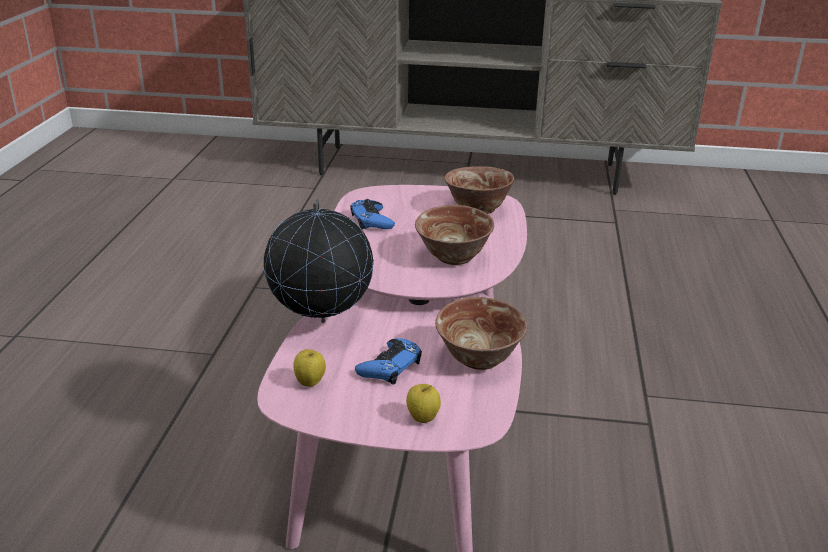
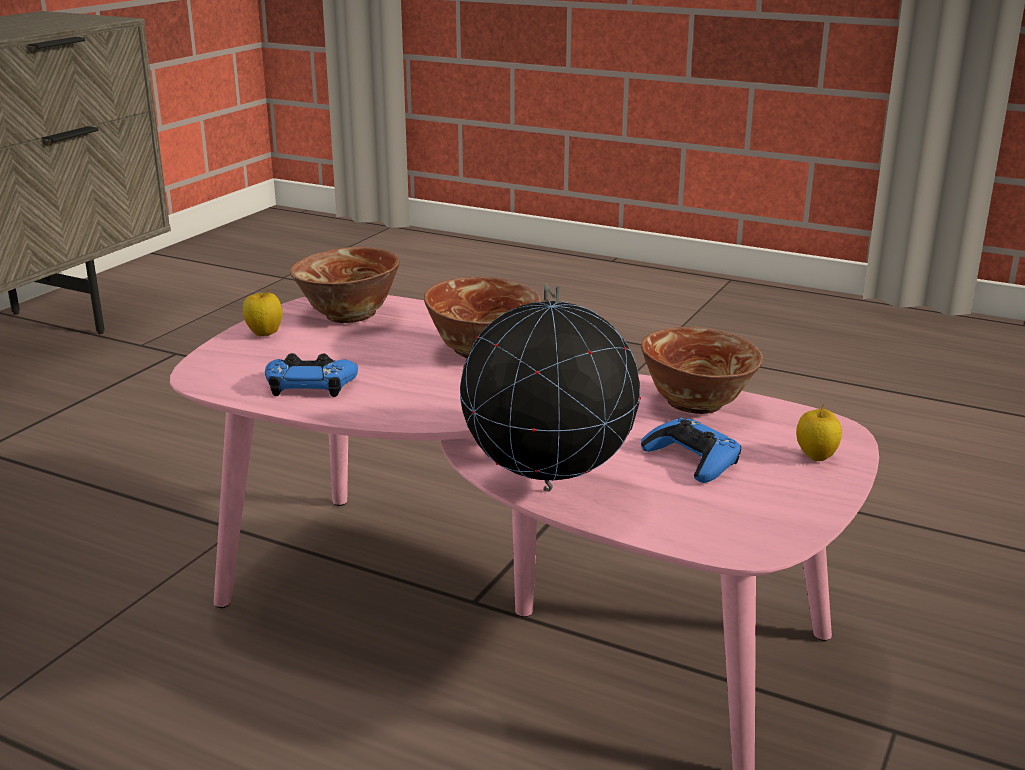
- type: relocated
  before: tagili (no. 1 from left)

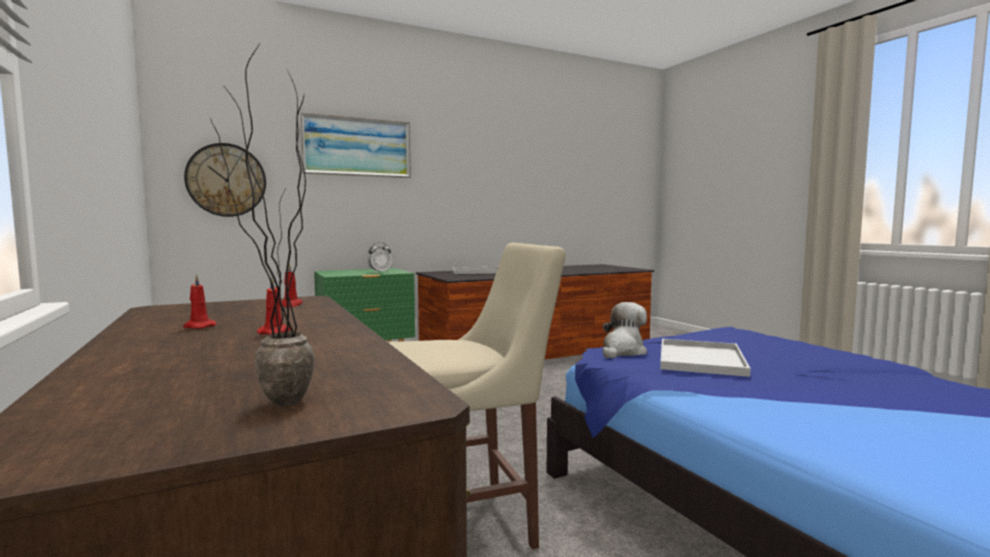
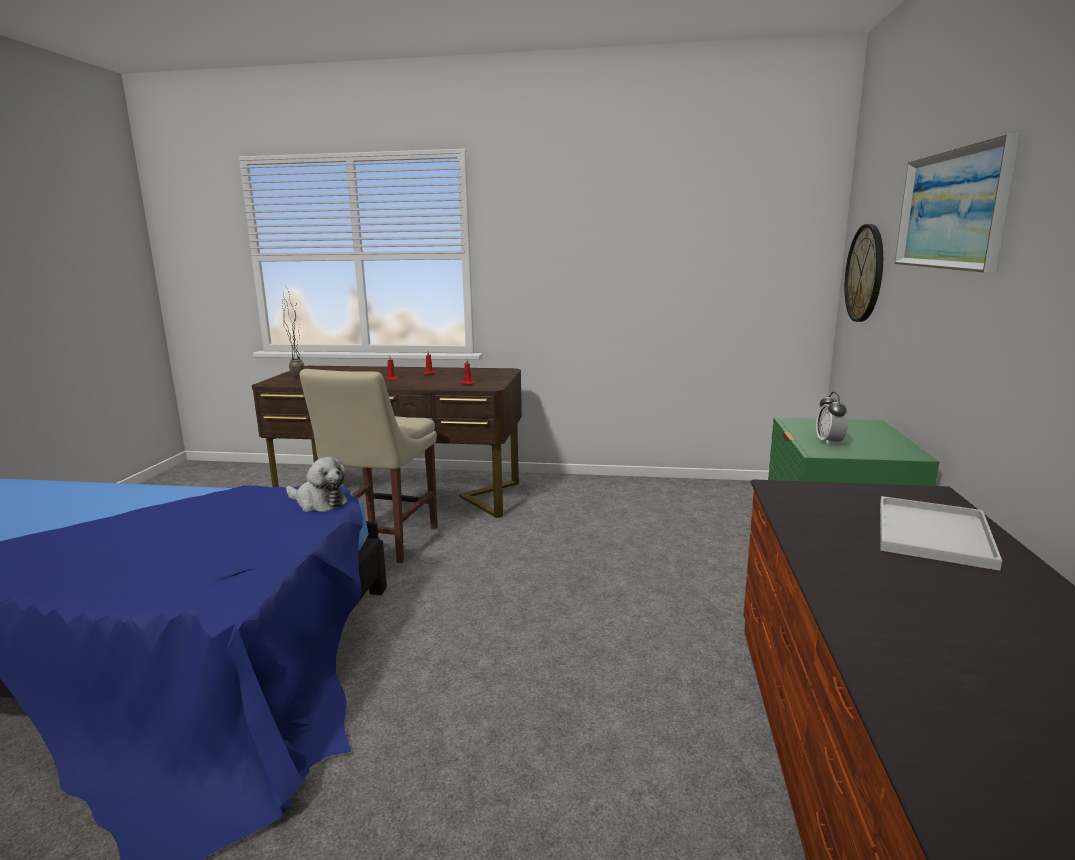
- type: spun
  before: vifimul
  turn: -45
- type: missing
  before: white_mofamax (no. 2 from left)

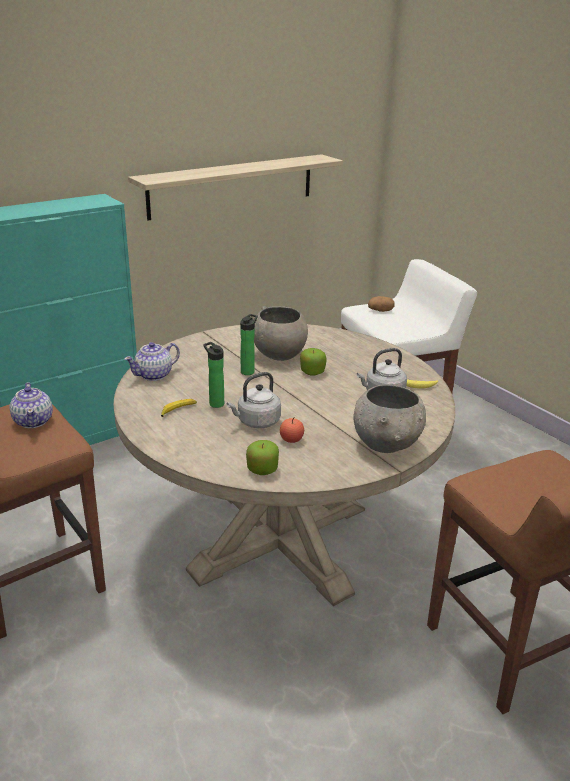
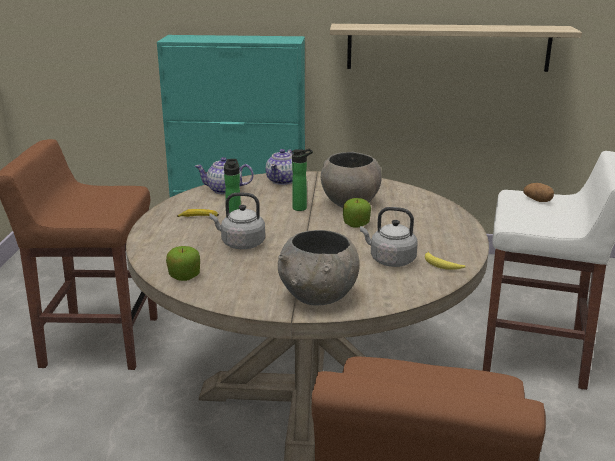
- type: relocated
  before: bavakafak (no. 1 from left in the first image)
  after: bavakafak (no. 2 from left)
- type: missing
  before: tagili (no. 2 from left)

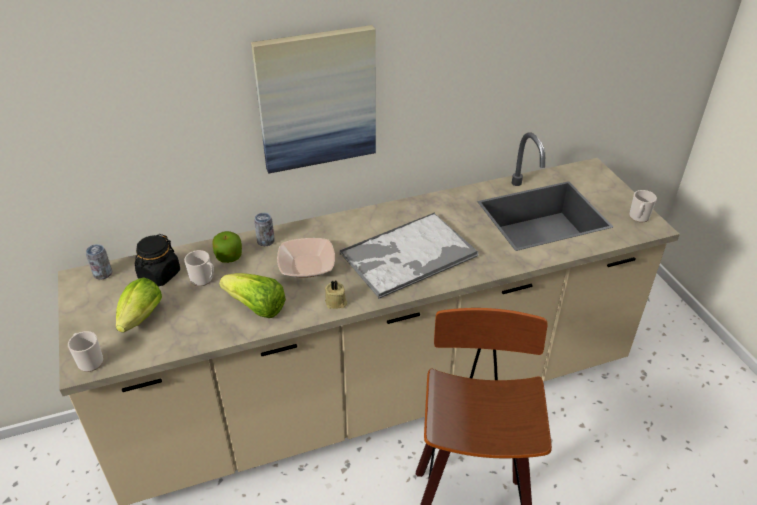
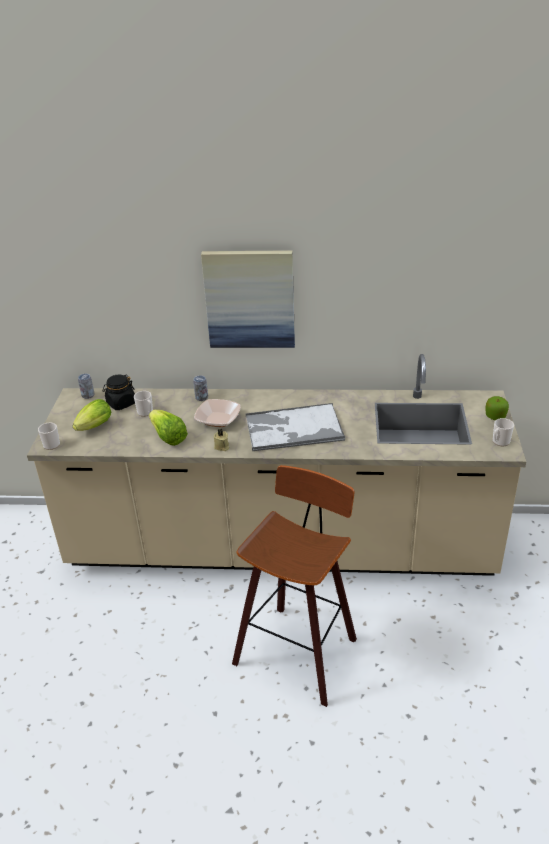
- type: relocated
  before: tagili

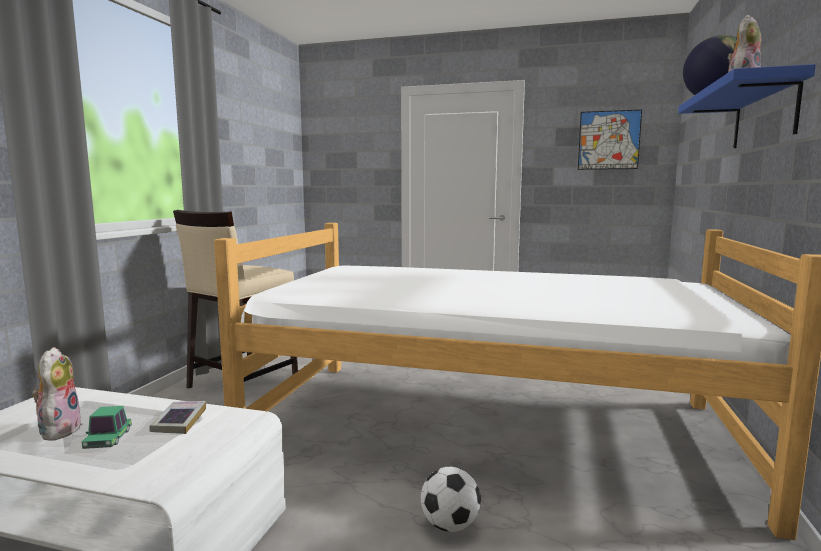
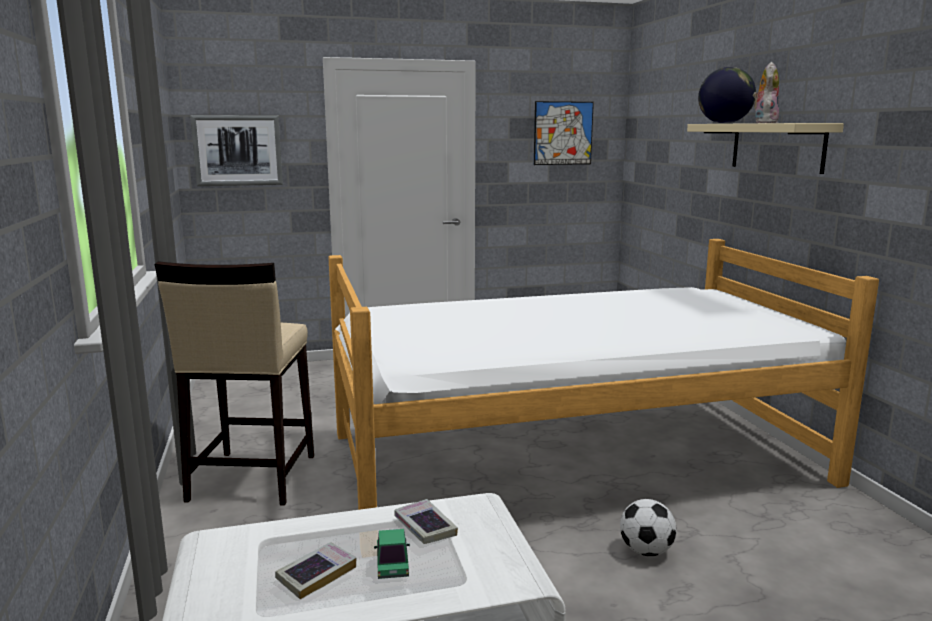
- type: colour
  before: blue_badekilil
  after: beige_badekilil
- type: exchanged
  before: vifimul (no. 1 from left)
  after: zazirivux (no. 1 from left)
- type: spun
  before: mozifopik
  turn: -150
- type: appeared
  after: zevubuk (no. 1 from left)

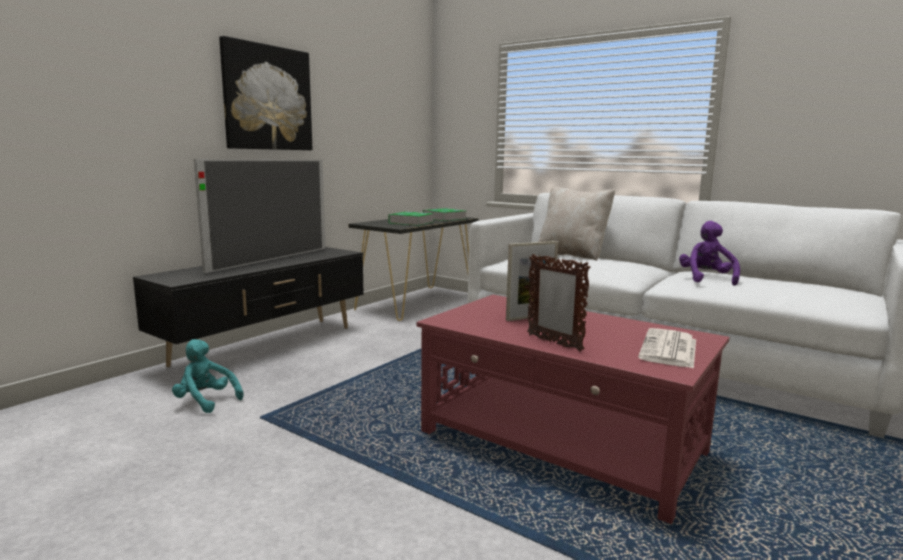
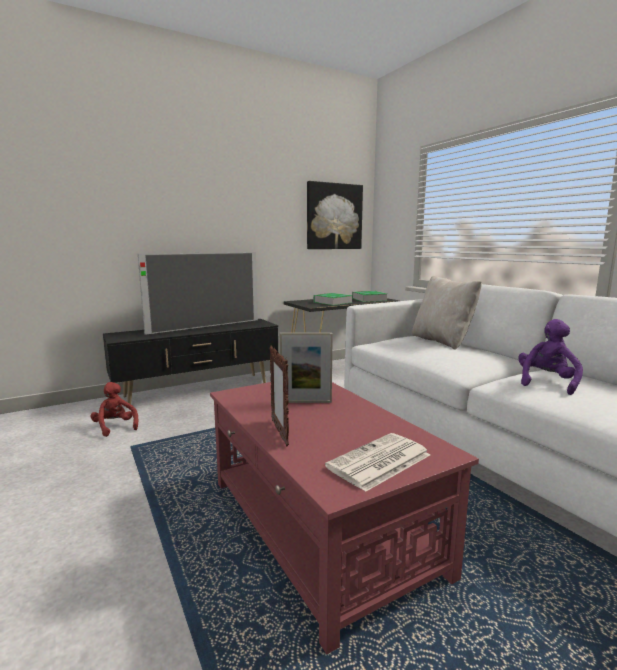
- type: relocated
  before: zevubuk
- type: colour
  before: turquoise_vifimul
  after: red_vifimul

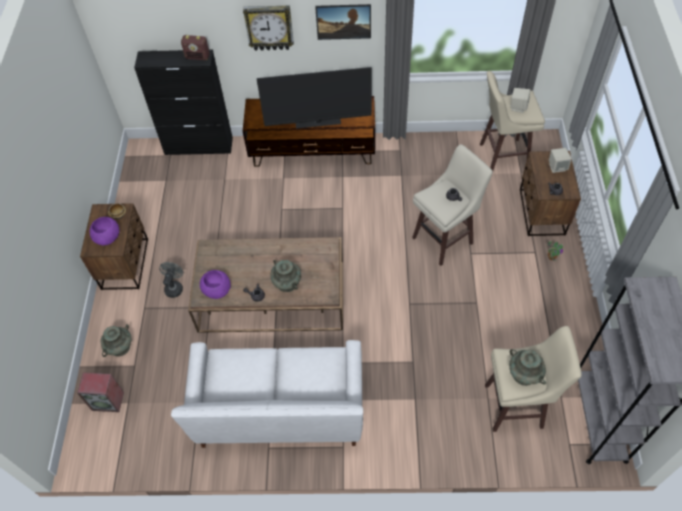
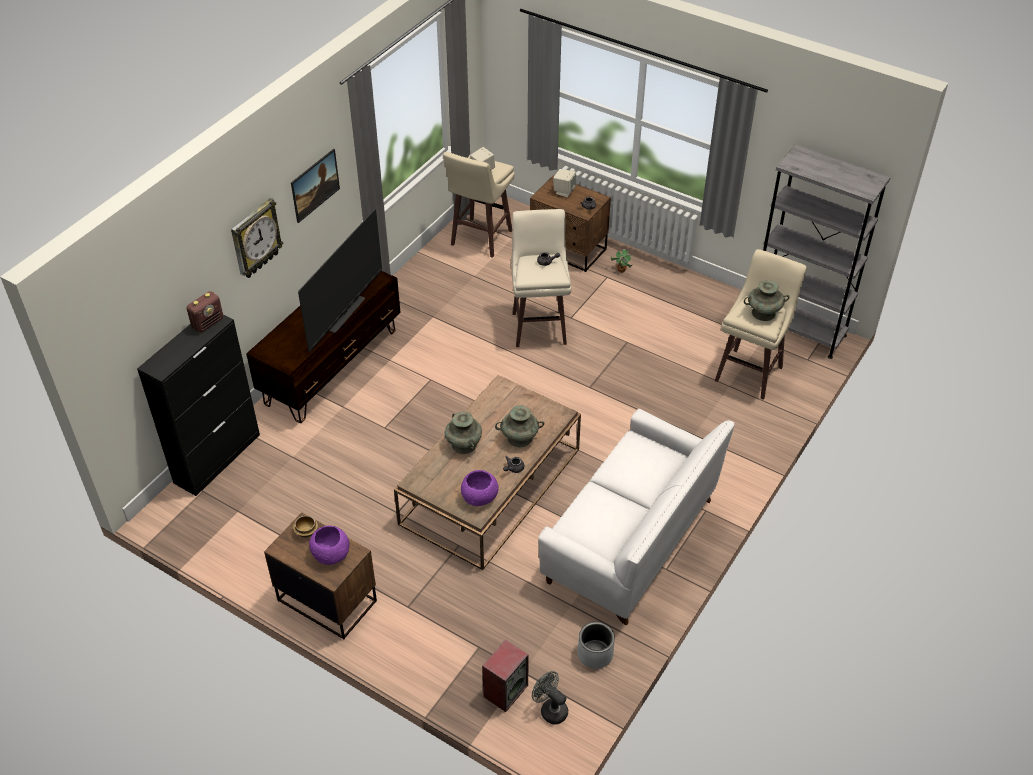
- type: relocated
  before: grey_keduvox
- type: relocated
  before: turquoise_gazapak (no. 1 from left)
- type: appeared
  after: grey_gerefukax

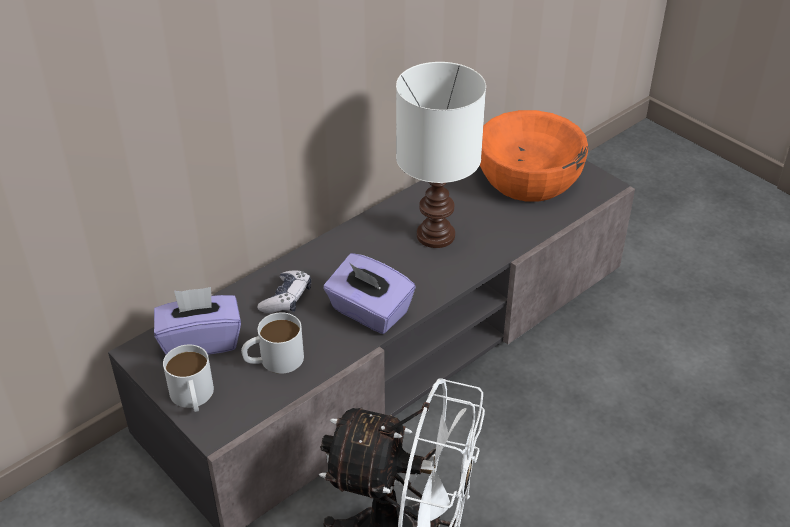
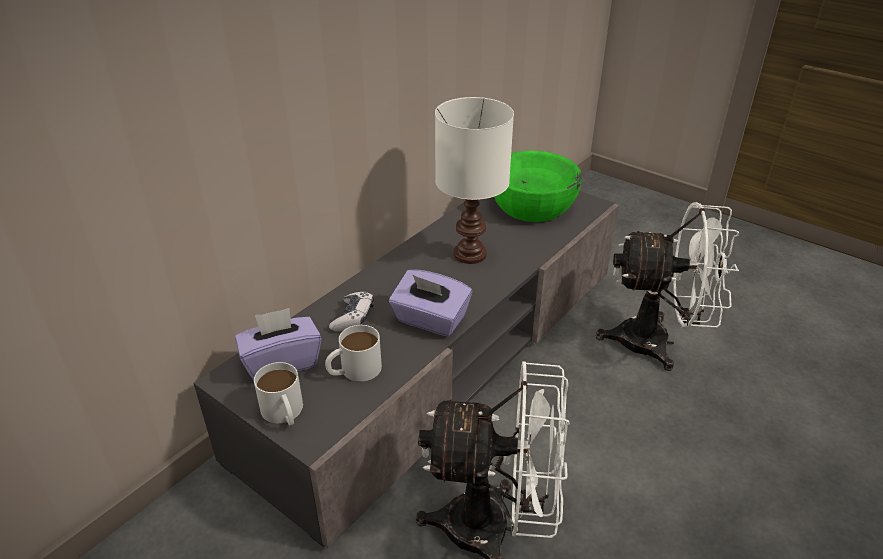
- type: colour
  before: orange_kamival
  after: green_kamival
- type: appeared
  after: white_keduvox (no. 2 from left)

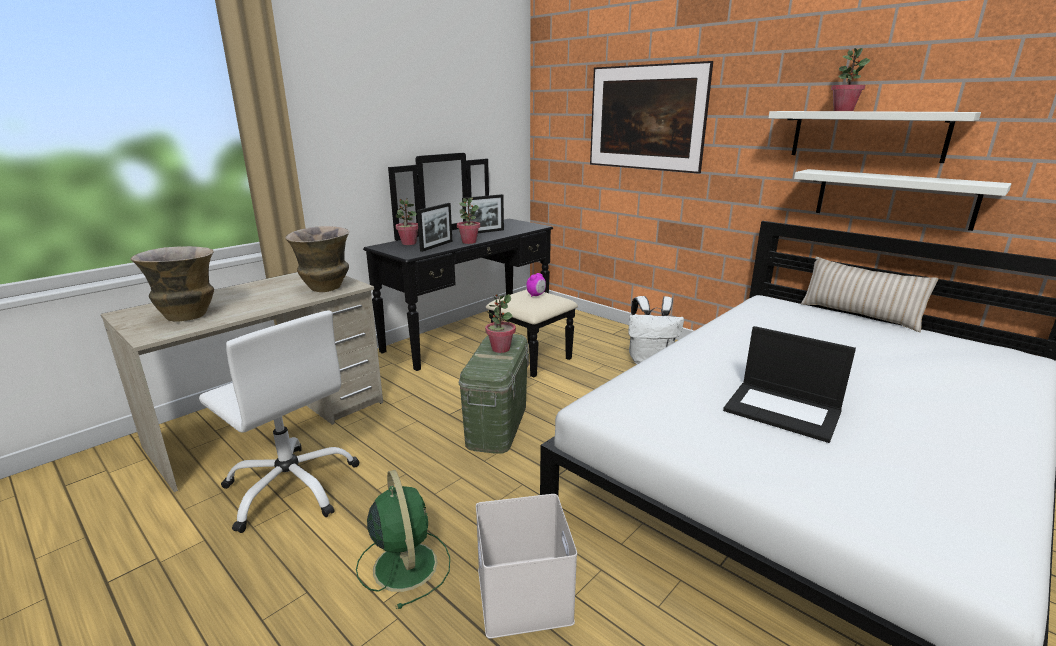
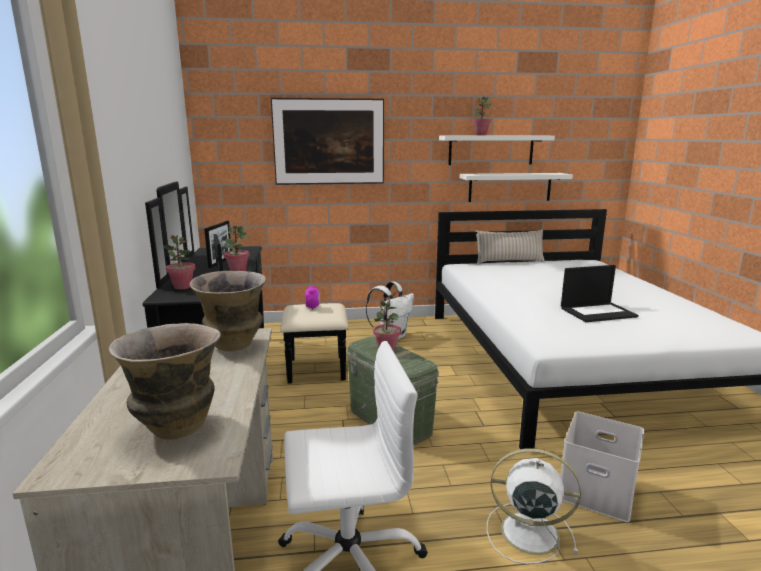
- type: colour
  before: green_keduvox
  after: white_keduvox

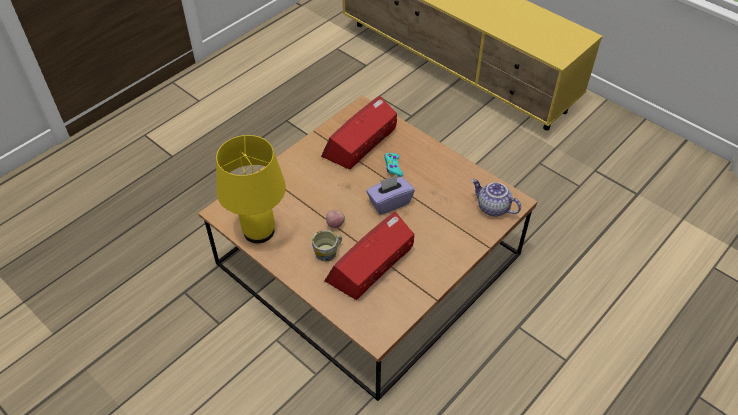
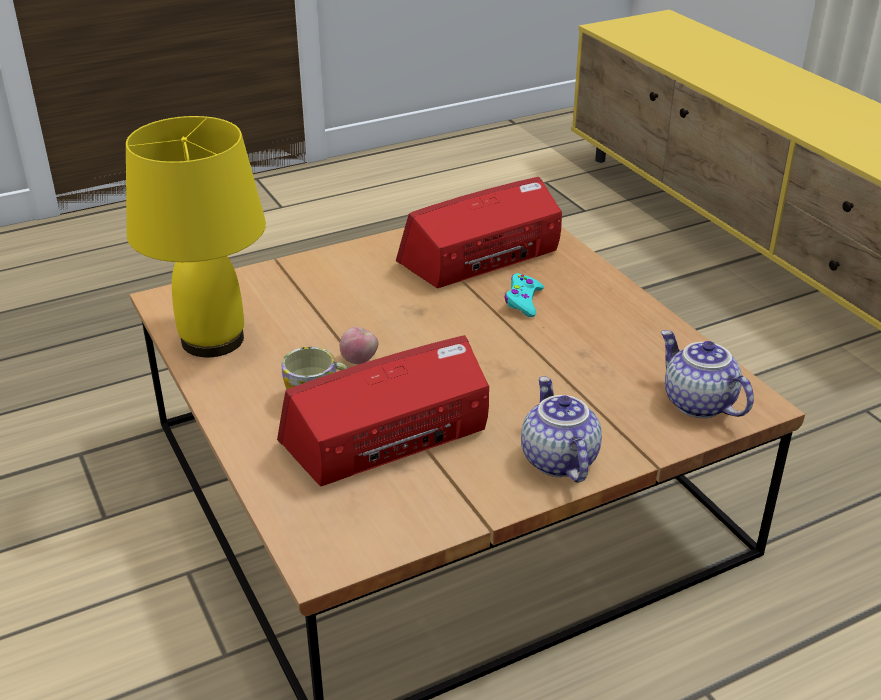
- type: missing
  before: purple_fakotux
- type: appeared
  after: bavakafak (no. 1 from left)

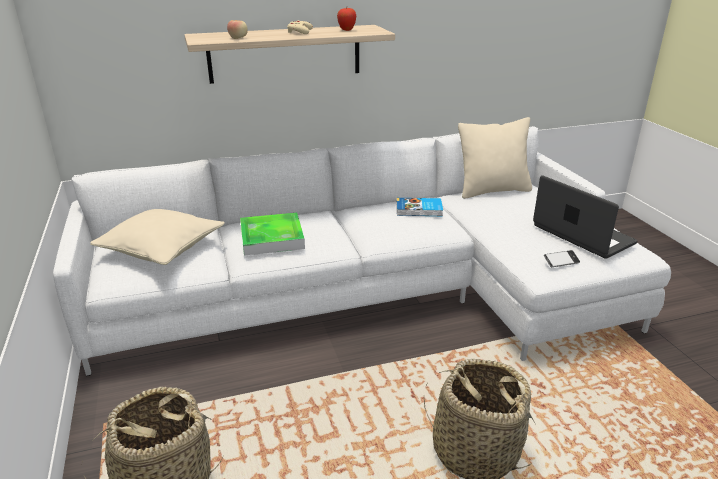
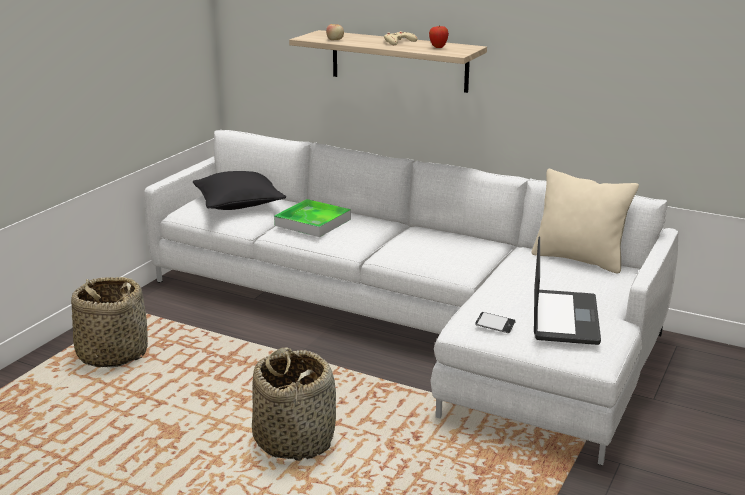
- type: missing
  before: zazirivux
- type: colour
  before: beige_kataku (no. 1 from left)
  after: black_kataku

